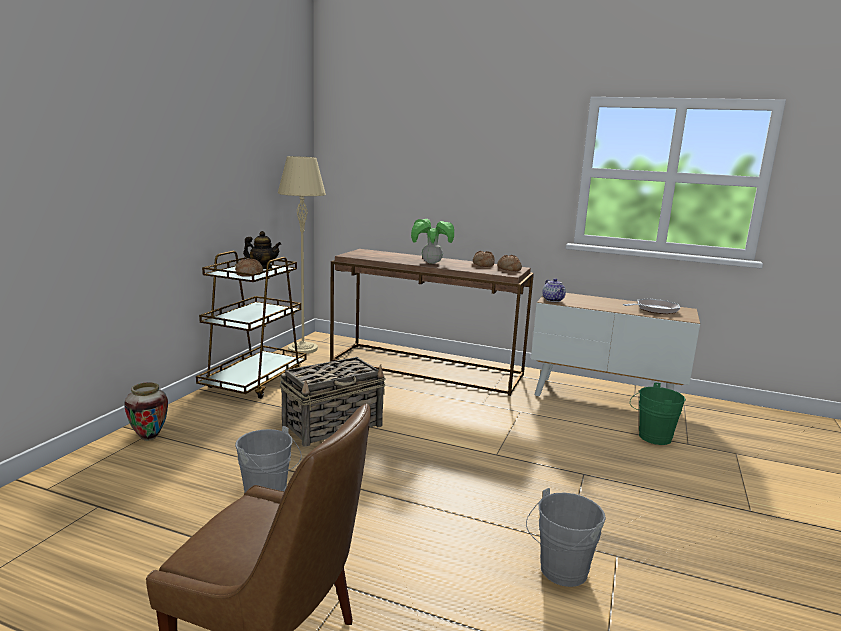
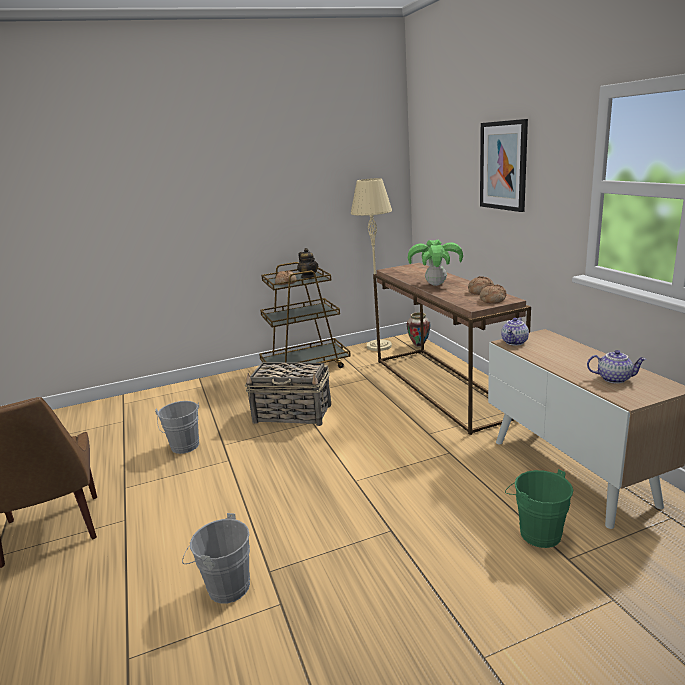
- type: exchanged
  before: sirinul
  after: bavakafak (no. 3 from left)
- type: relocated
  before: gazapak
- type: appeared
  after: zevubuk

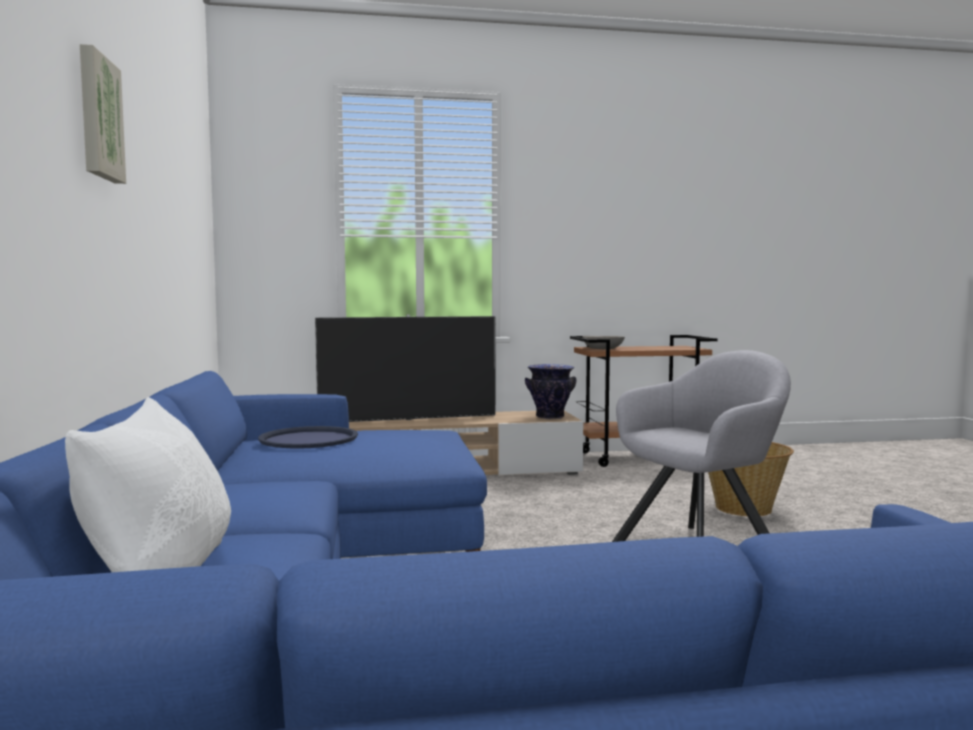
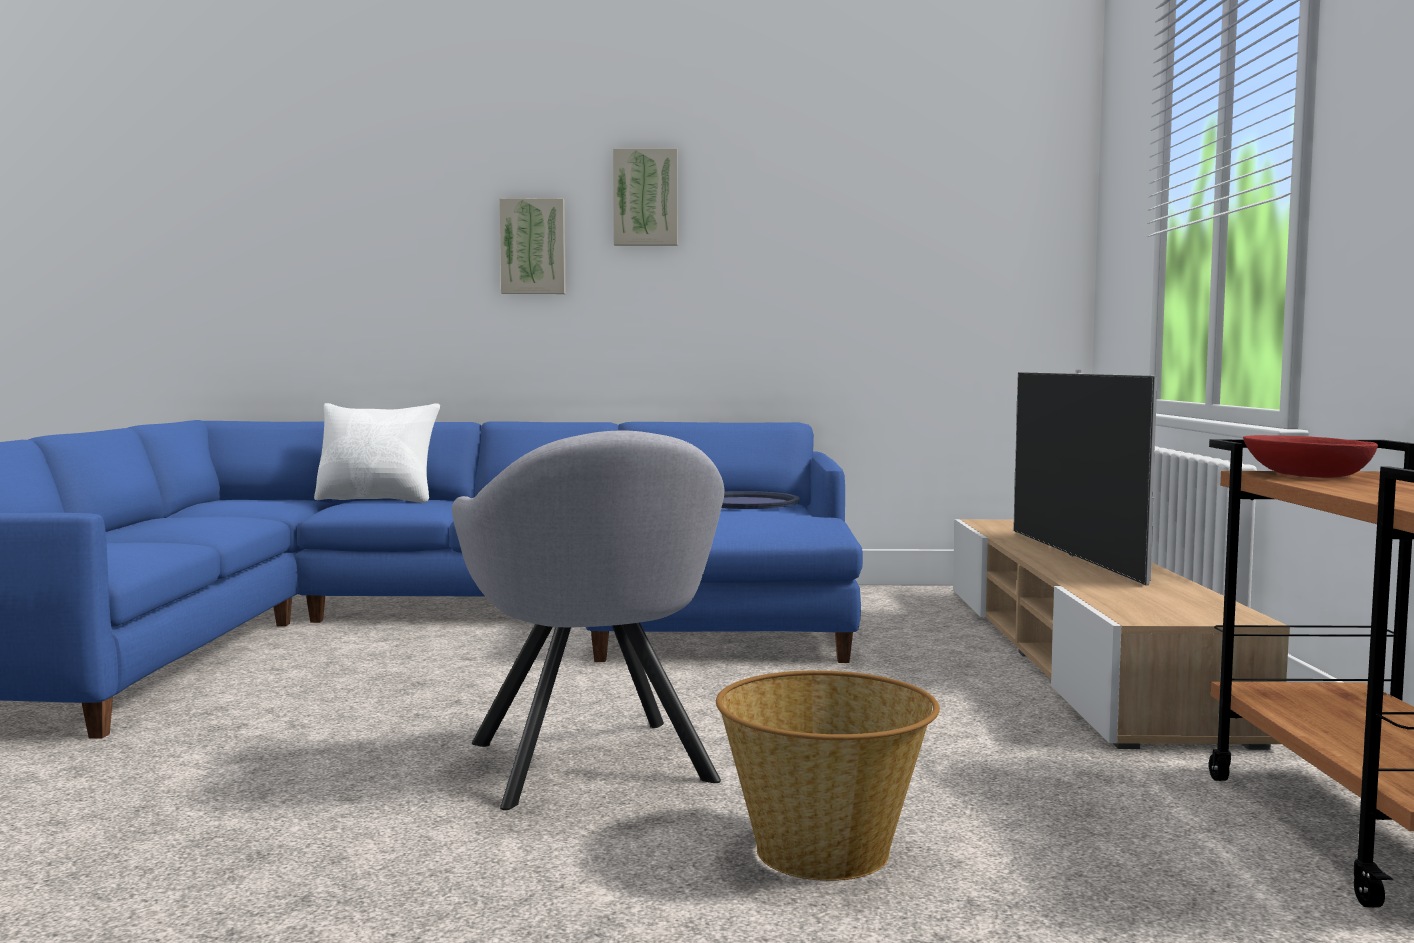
- type: colour
  before: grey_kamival
  after: red_kamival
- type: missing
  before: gazapak
- type: appeared
  after: zevubuk (no. 1 from left)

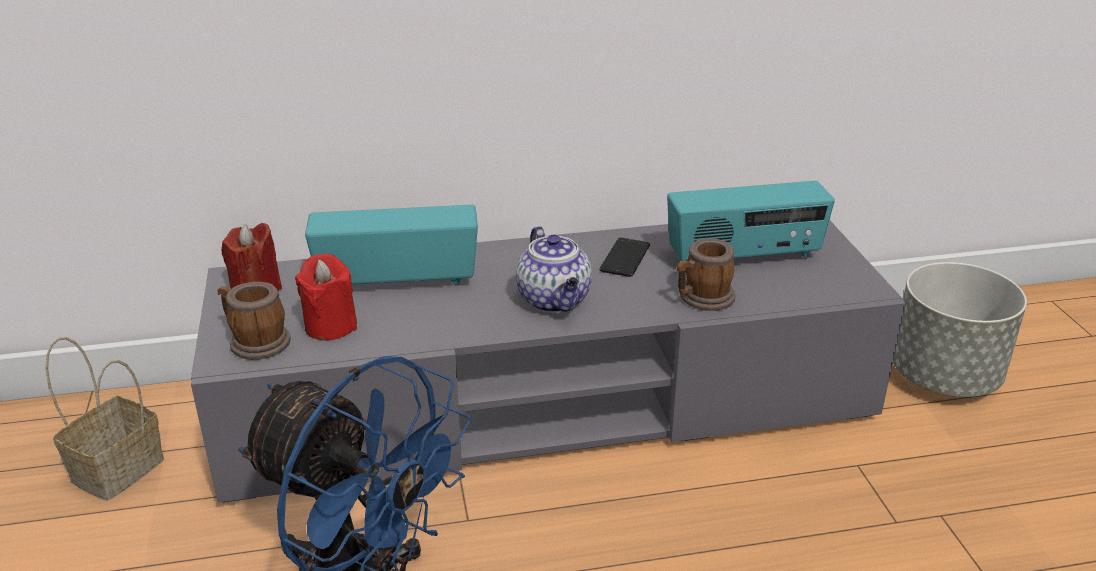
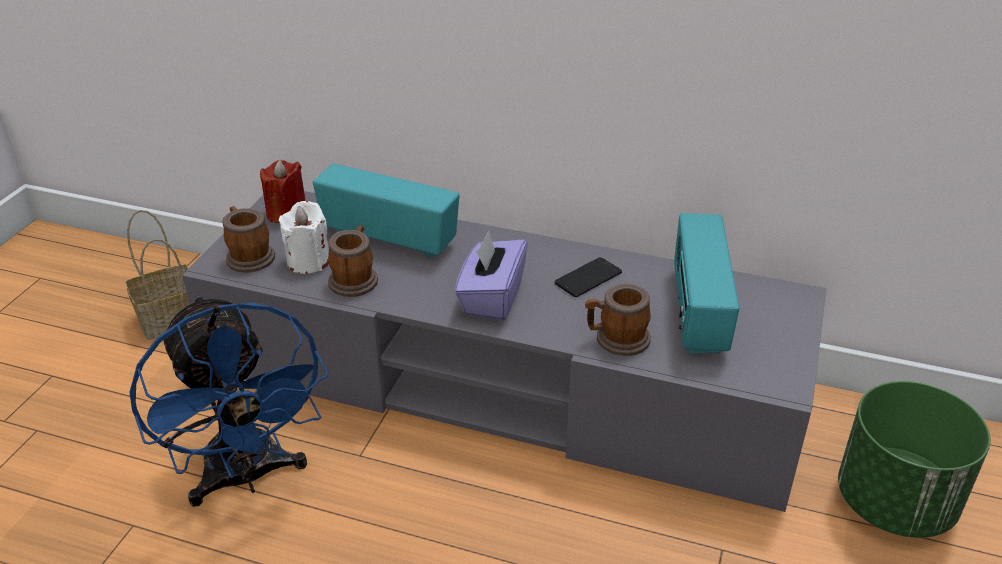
- type: spun
  before: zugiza (no. 2 from left)
  turn: 75
- type: exchanged
  before: bavakafak
  after: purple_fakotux
- type: colour
  before: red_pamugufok (no. 2 from left)
  after: white_pamugufok
- type: colour
  before: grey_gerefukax
  after: green_gerefukax
- type: appeared
  after: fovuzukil (no. 2 from left)

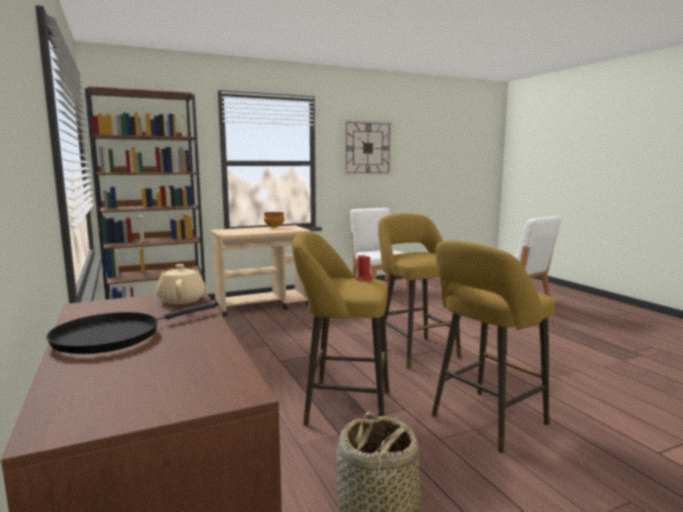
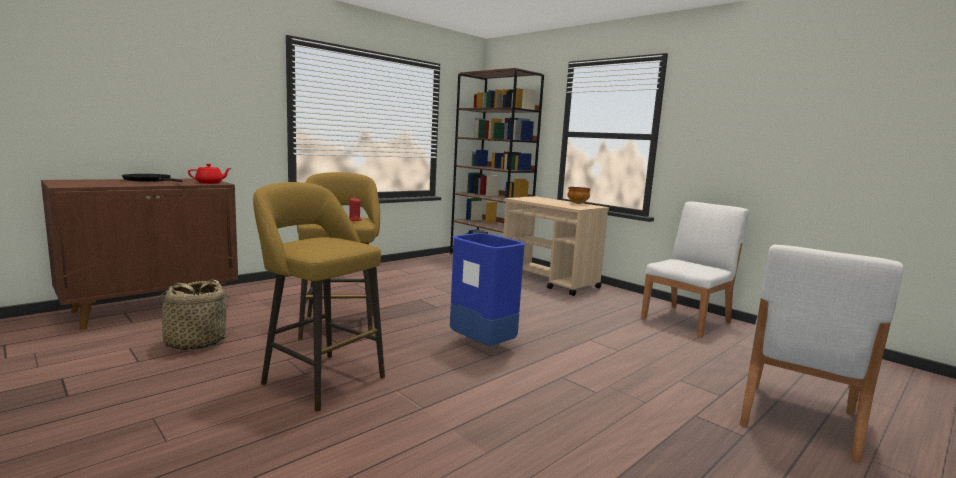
- type: missing
  before: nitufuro
- type: exchanged
  before: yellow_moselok (no. 2 from left)
  after: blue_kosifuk
- type: colour
  before: beige_bavakafak
  after: red_bavakafak

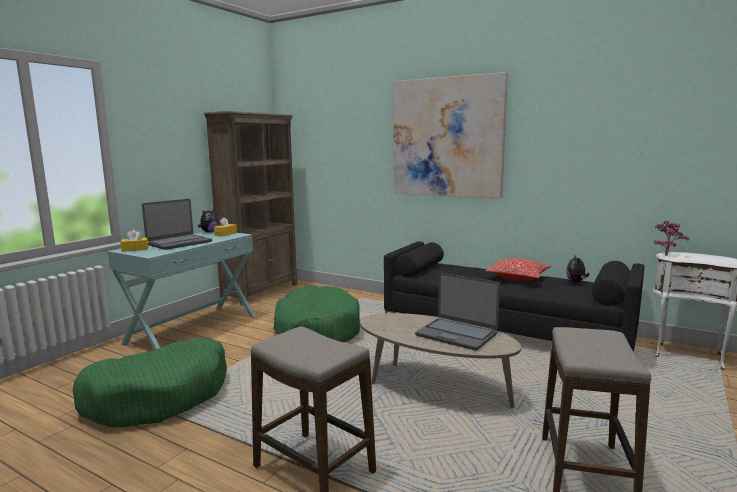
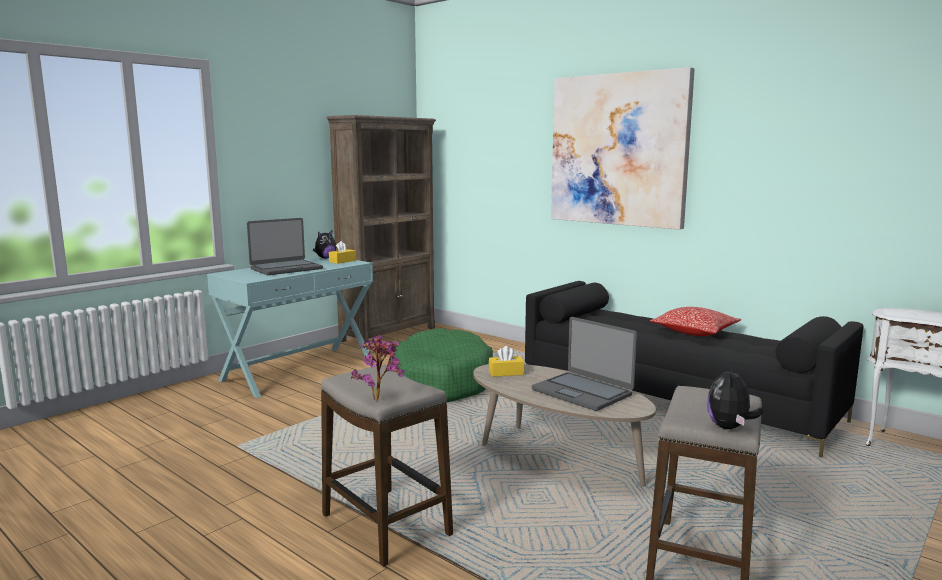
- type: relocated
  before: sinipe
- type: relocated
  before: yellow_fakotux (no. 1 from left in the first image)
  after: yellow_fakotux (no. 2 from left)
- type: relocated
  before: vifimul (no. 2 from left)
- type: missing
  before: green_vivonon (no. 1 from left)

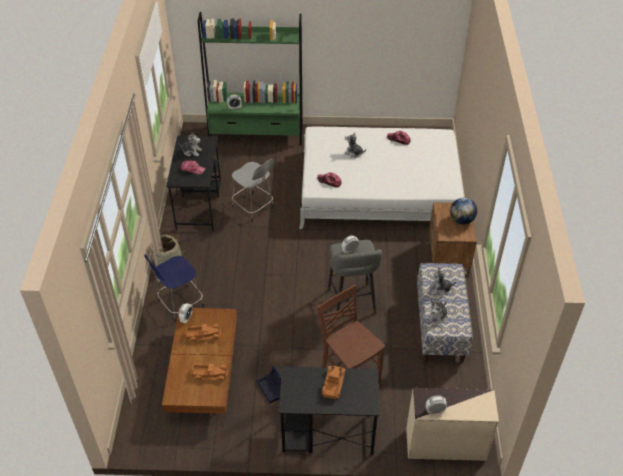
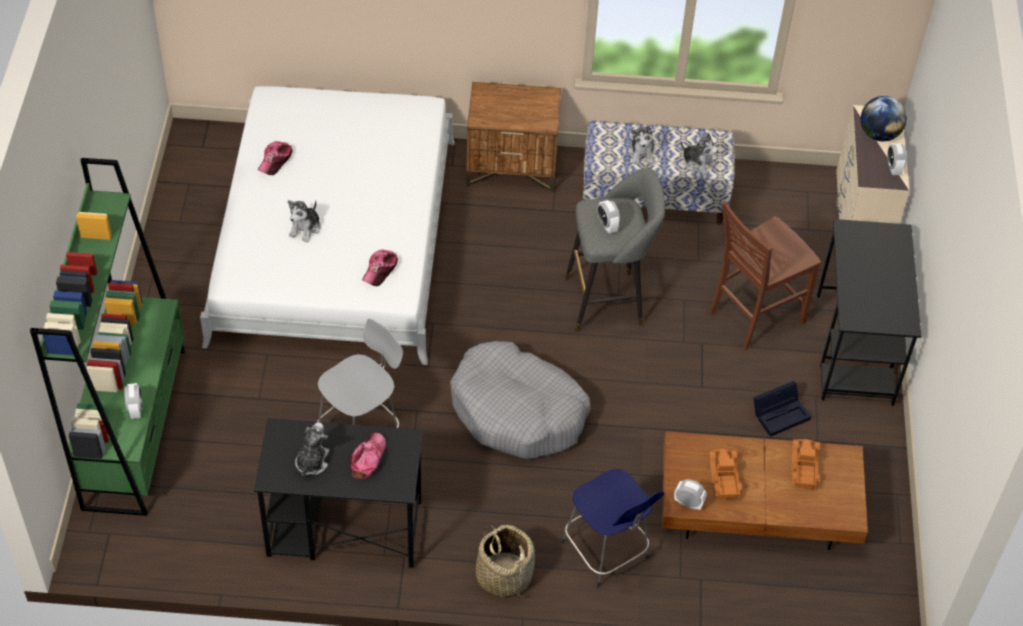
- type: relocated
  before: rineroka
- type: missing
  before: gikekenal (no. 3 from left)
- type: appeared
  after: grey_vivonon

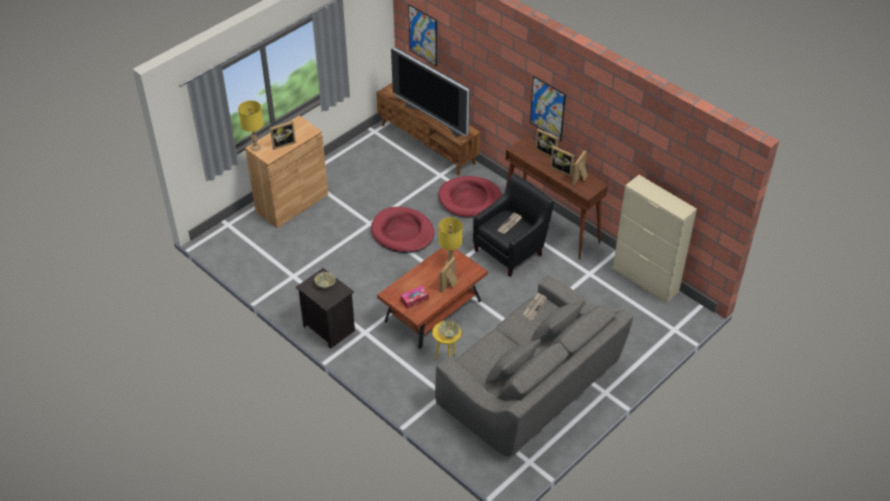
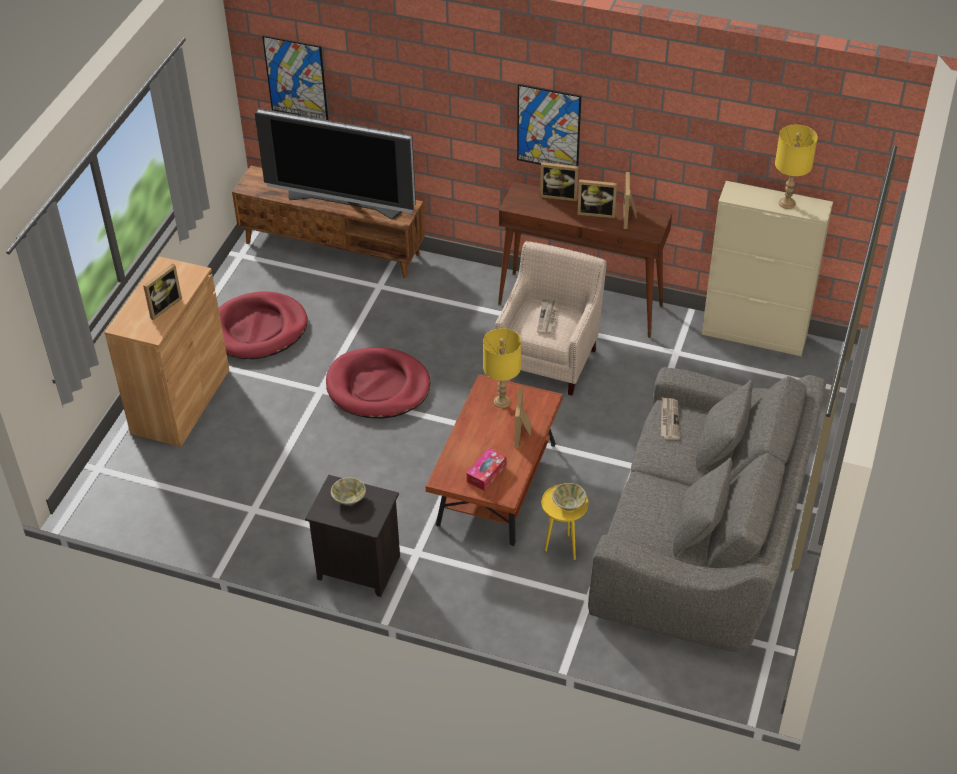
- type: relocated
  before: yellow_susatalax (no. 1 from left in the first image)
  after: yellow_susatalax (no. 2 from left)
- type: colour
  before: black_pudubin
  after: beige_pudubin
- type: relocated
  before: red_vivonon (no. 2 from left in the first image)
  after: red_vivonon (no. 1 from left)

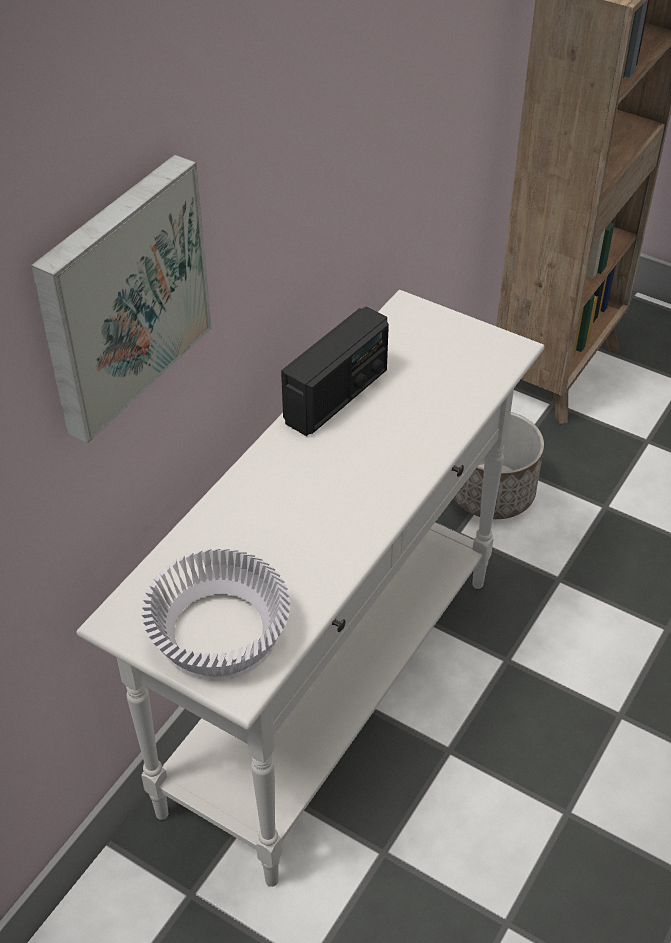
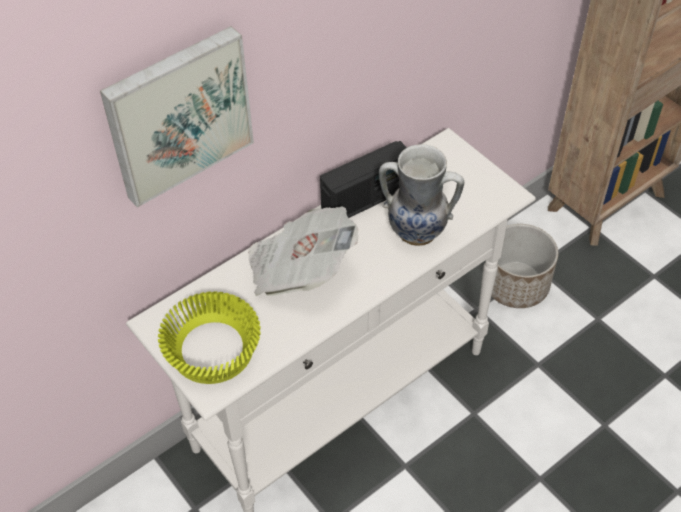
- type: colour
  before: white_kamival
  after: yellow_kamival
- type: appeared
  after: gazapak
- type: appeared
  after: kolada

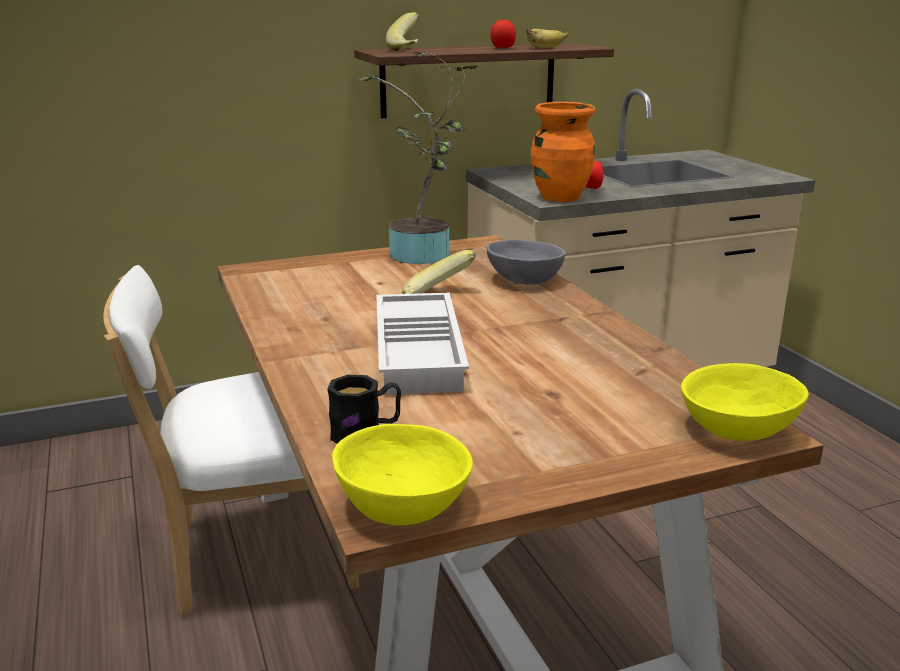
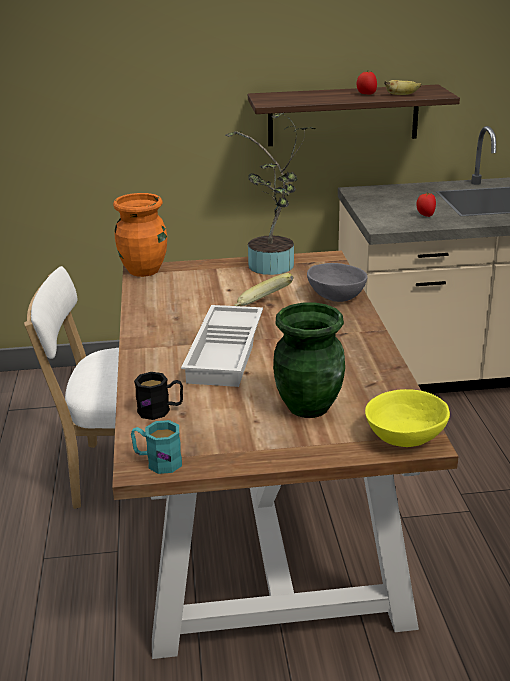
- type: missing
  before: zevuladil (no. 1 from left)
- type: relocated
  before: orange_gazapak
- type: exchanged
  before: yellow_kamival (no. 1 from left)
  after: turquoise_fovuzukil
- type: appeared
  after: green_gazapak

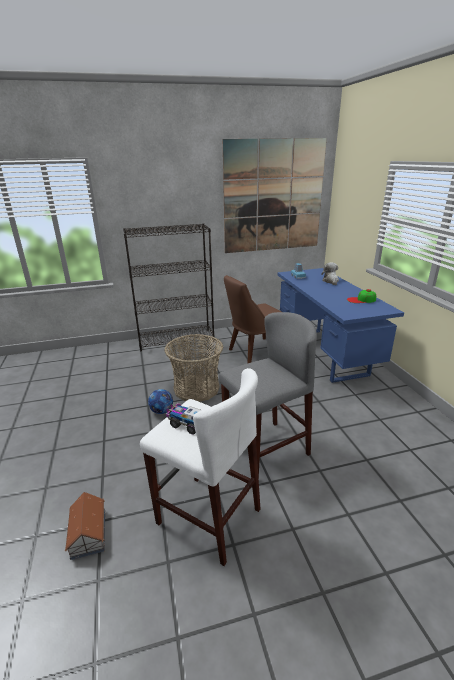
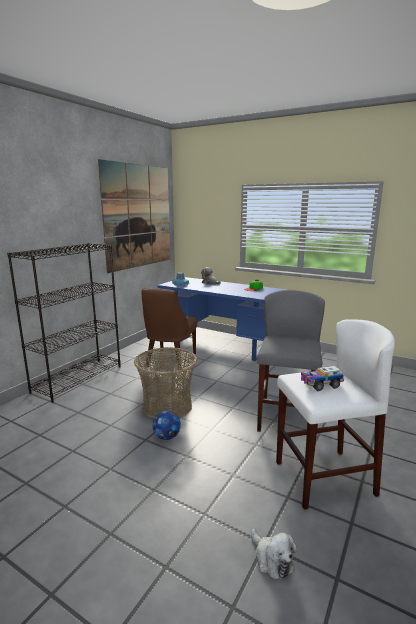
- type: exchanged
  before: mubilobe
  after: vifimul (no. 2 from left)

